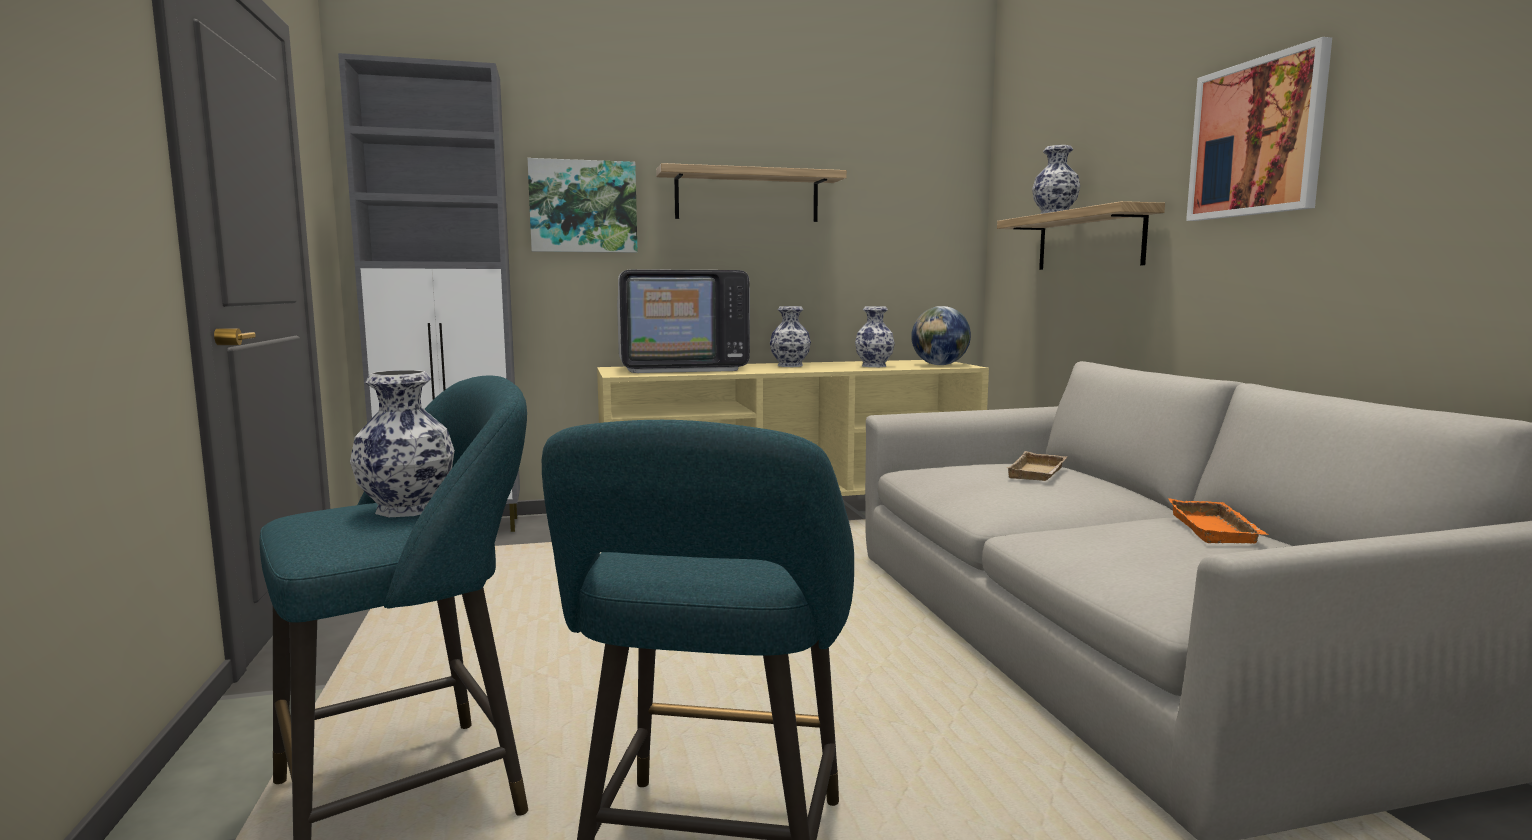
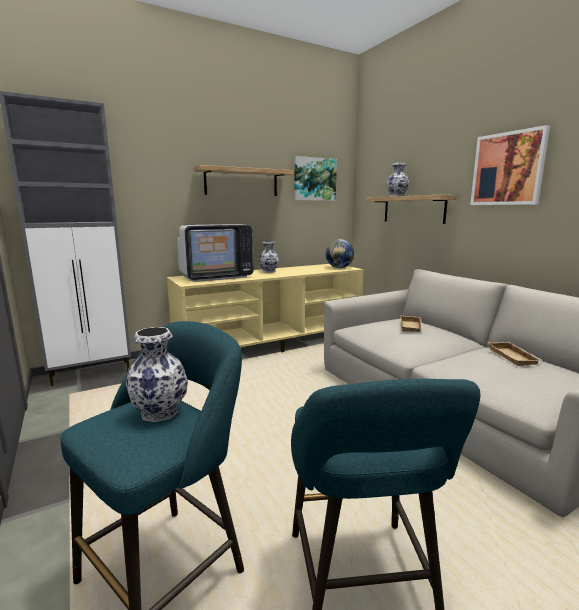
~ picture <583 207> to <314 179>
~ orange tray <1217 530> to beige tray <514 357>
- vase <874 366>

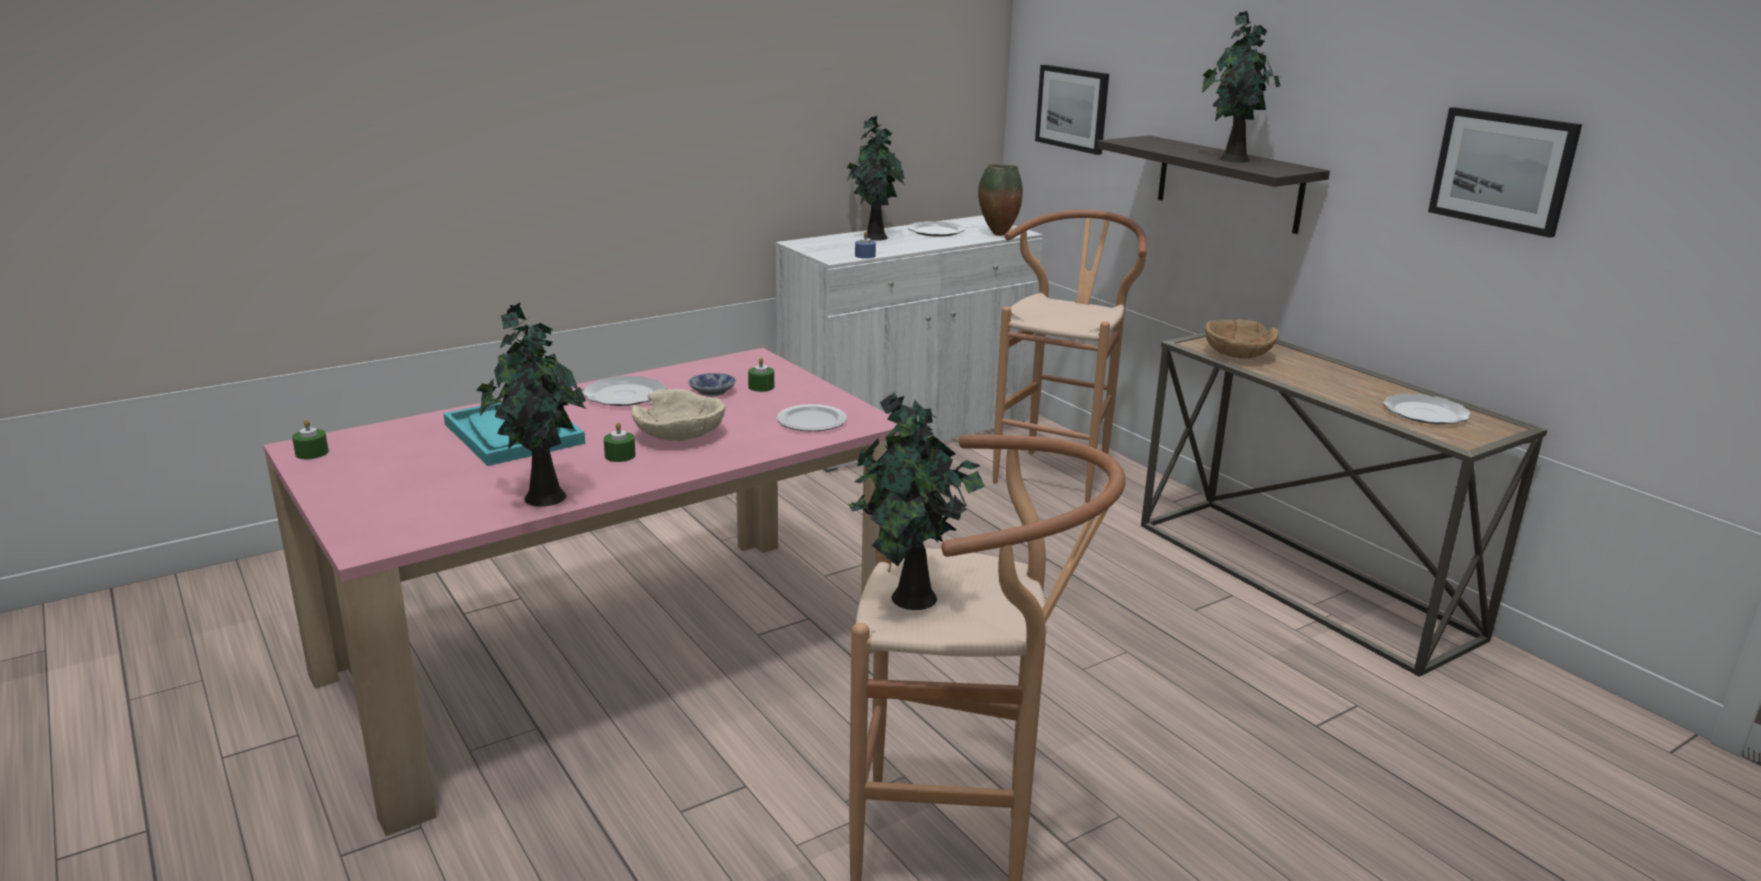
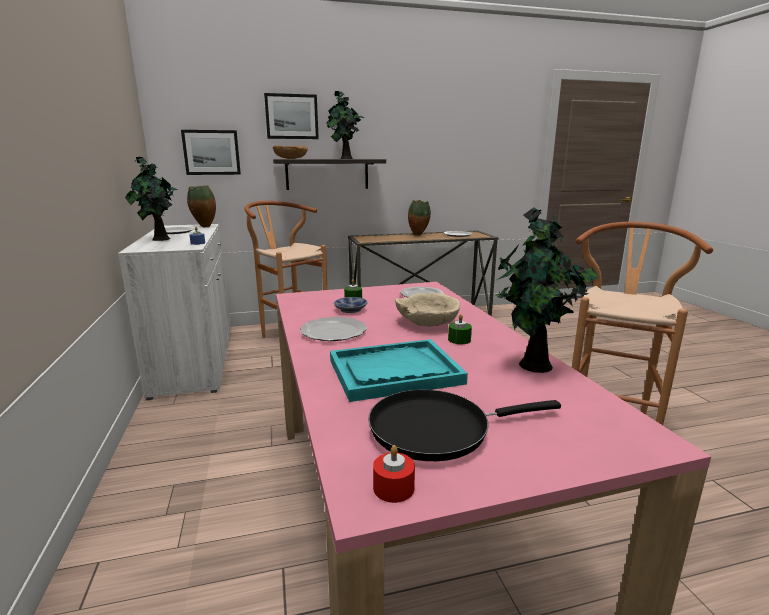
~ picture <1503 170> to <291 116>
~ brown bowl <1237 354> to <291 158>
+ black frying pan <437 429>
~ green candle <312 453> to red candle <393 488>
+ vase <418 235>
- potted plant <911 600>

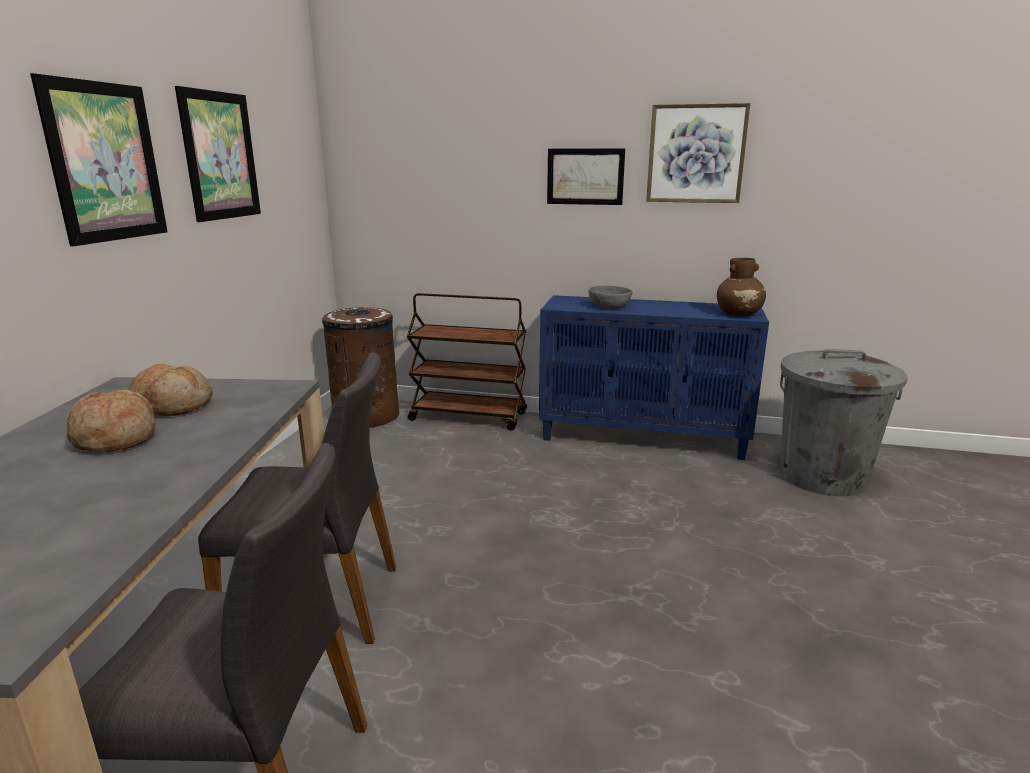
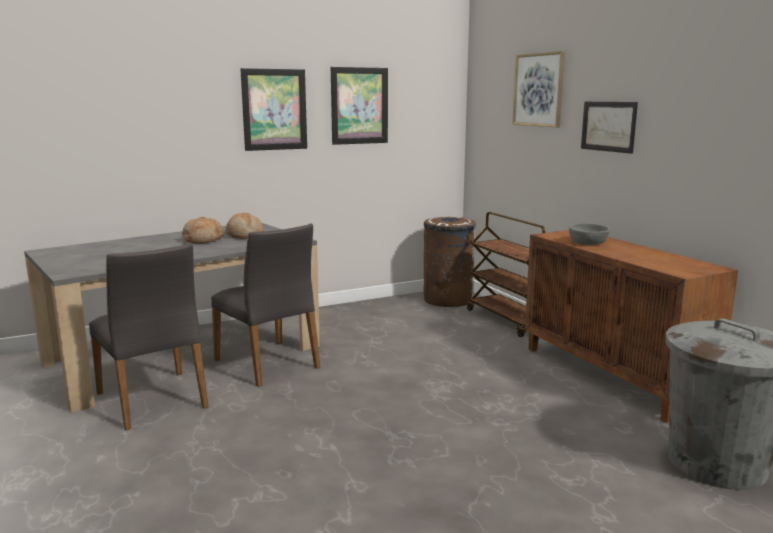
~ picture <696 154> to <538 90>
~ blue cabinet <643 437> to brown cabinet <612 376>
- brown vase <739 314>

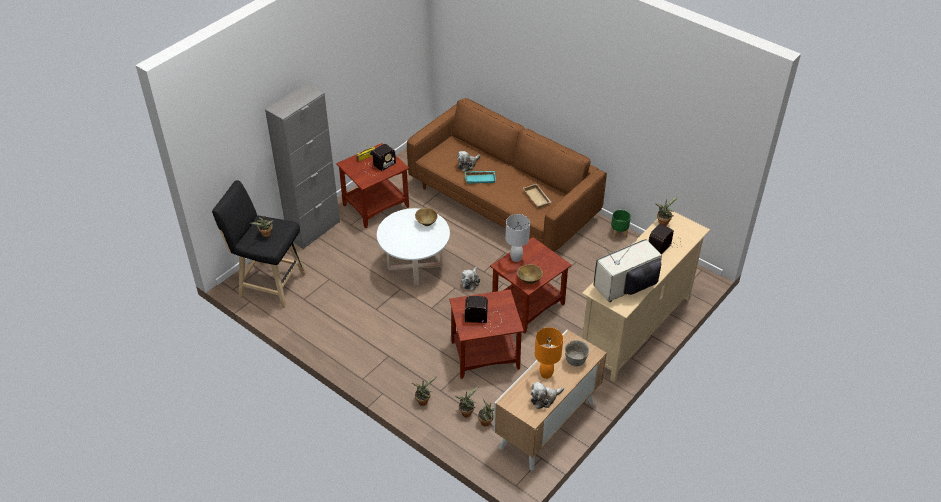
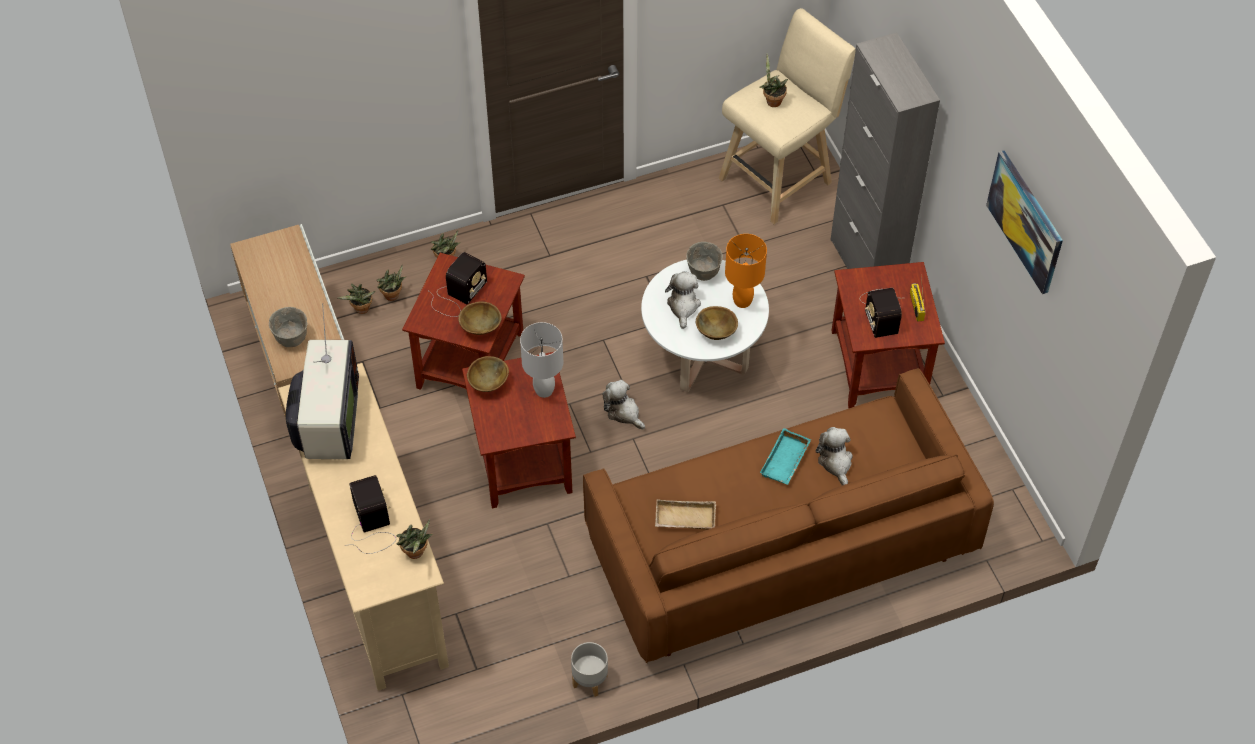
+ brown bowl <480 328>
~ green planter <619 233> to grey planter <589 681>
~ plush toy <544 398> to <683 306>
+ grey bowl <704 273>
~ black stool <269 284> to beige stool <780 178>
~ orange table lamp <546 374> to <742 301>
+ picture <1026 221>

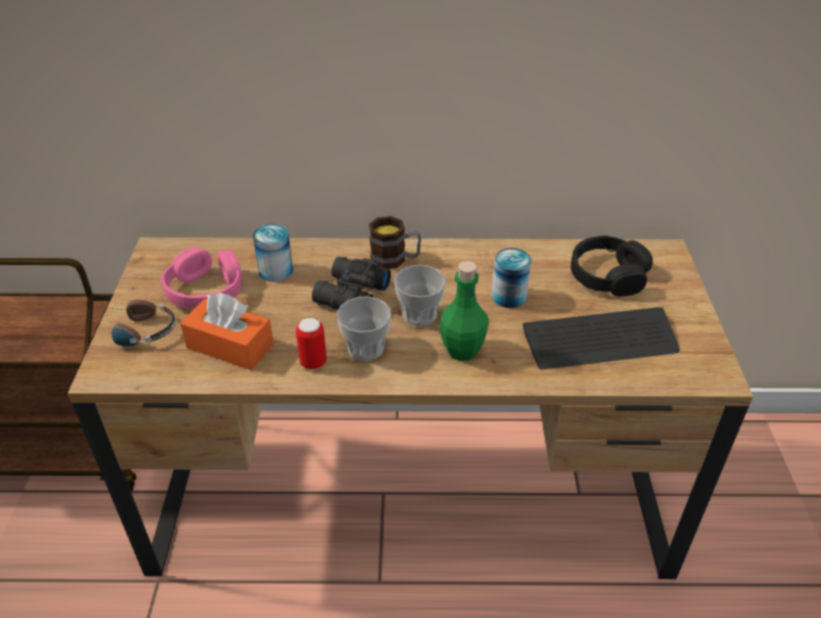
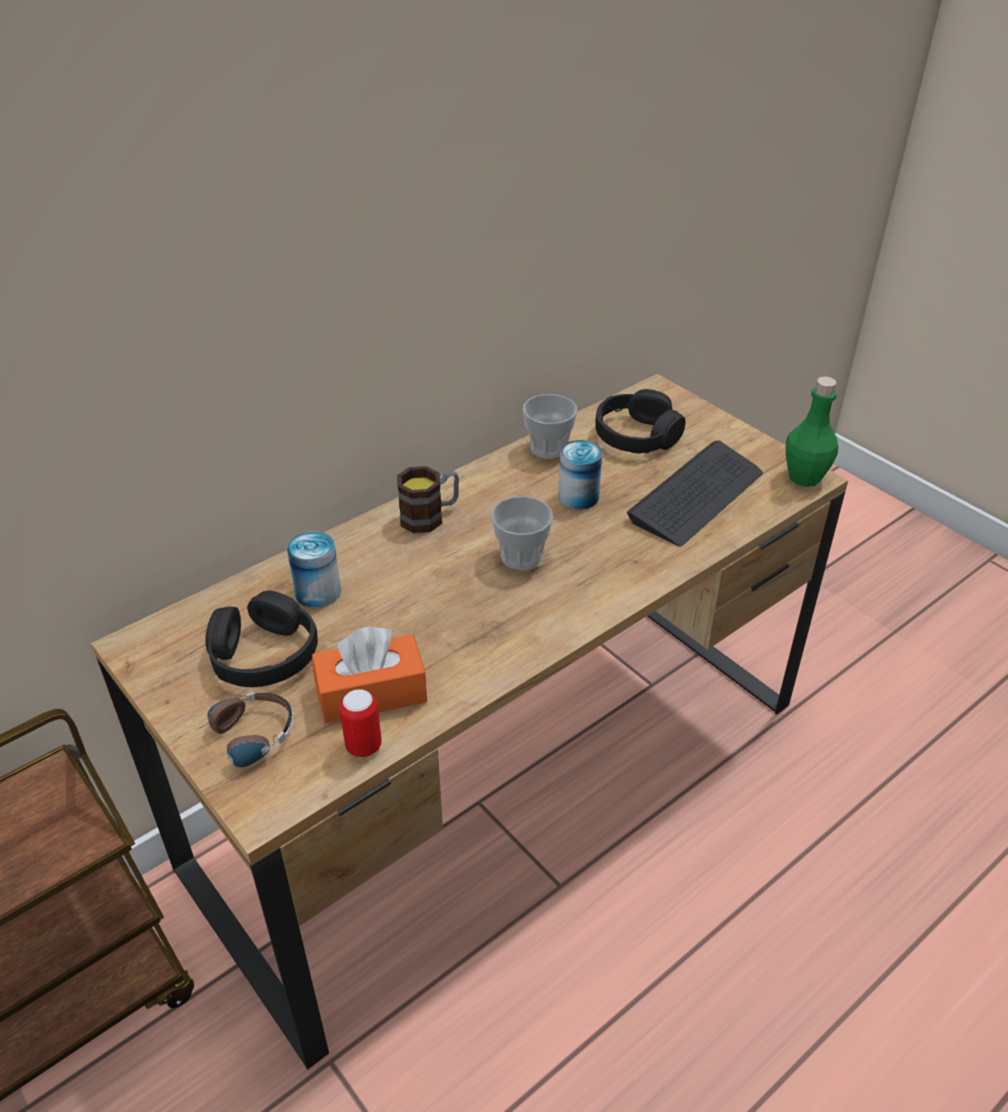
~ pink headphones <206 290> to black headphones <263 654>
~ can <313 362> to <363 746>
~ cup <365 348> to <548 448>
~ green bottle <462 350> to <804 477>
- black binoculars <350 295>

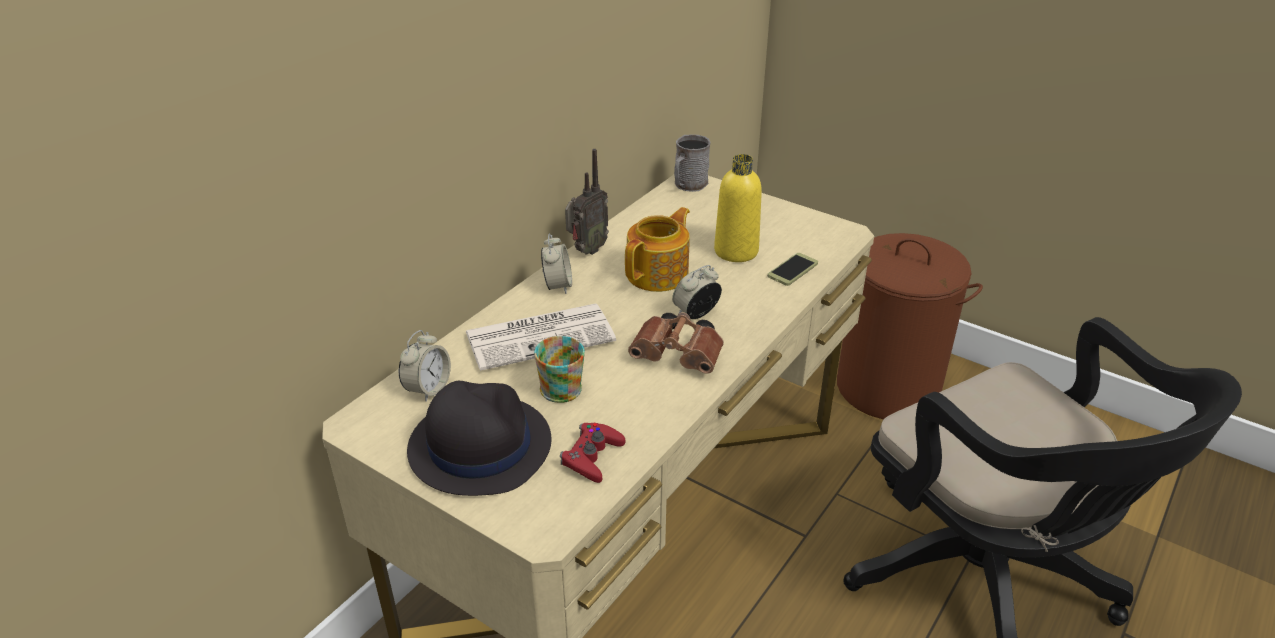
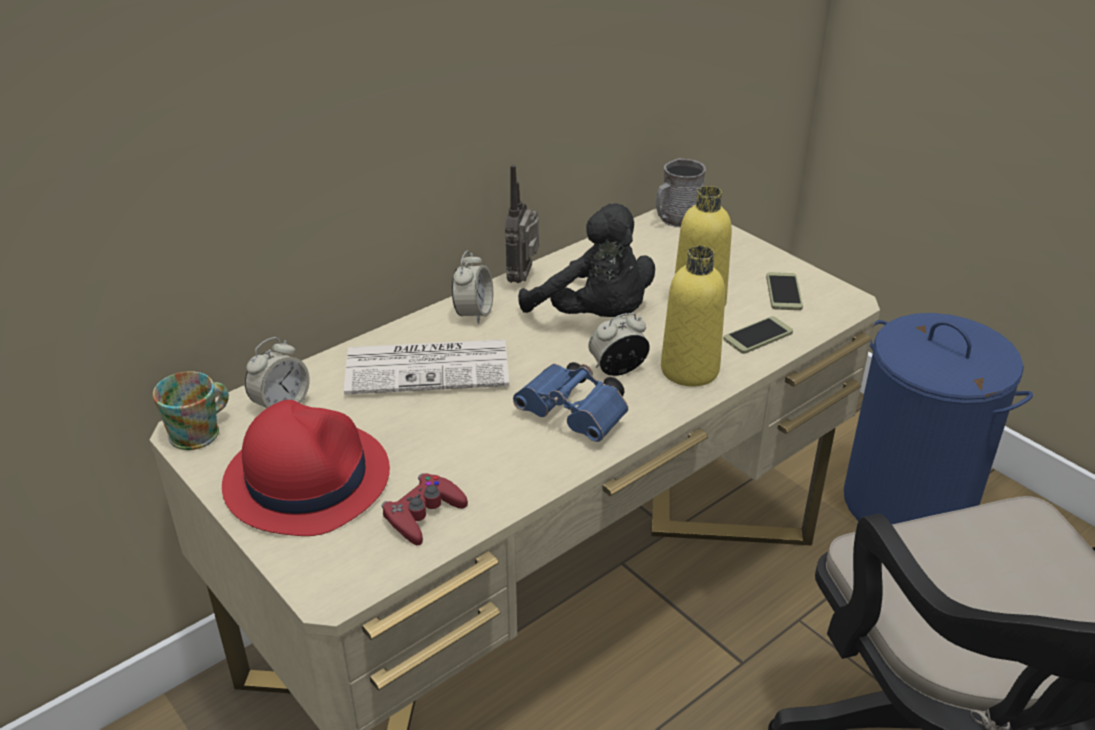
~ mug <565 386> to <201 431>
~ black hat <479 445> to red hat <306 477>
~ radio <586 250> = <524 278> 135 degrees clockwise
~ brown binoculars <680 357> to blue binoculars <576 417>
~ teapot <659 274> to black plush toy <595 317>
+ yellow bottle <689 370>
+ phone <784 292>
~ brown laundry basket <888 388> to blue laundry basket <909 504>

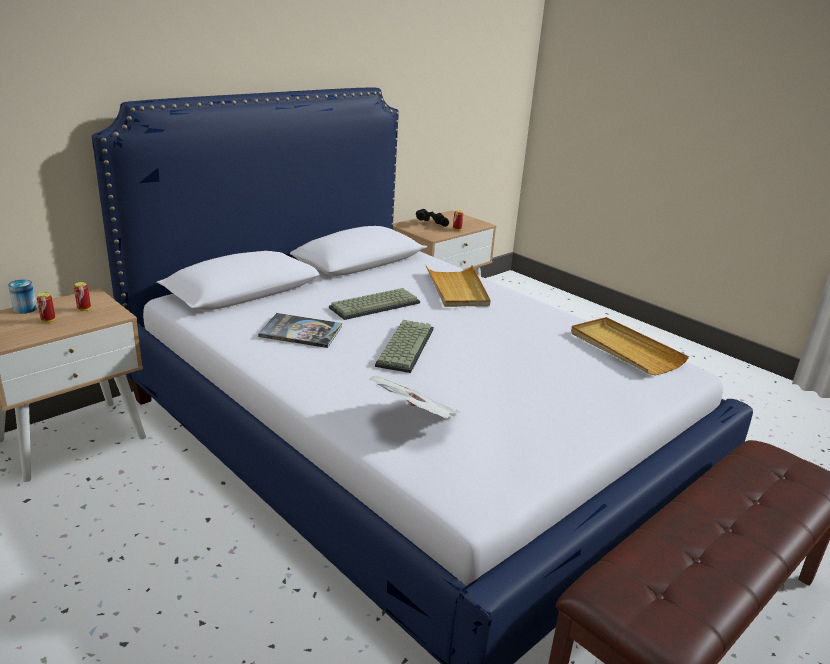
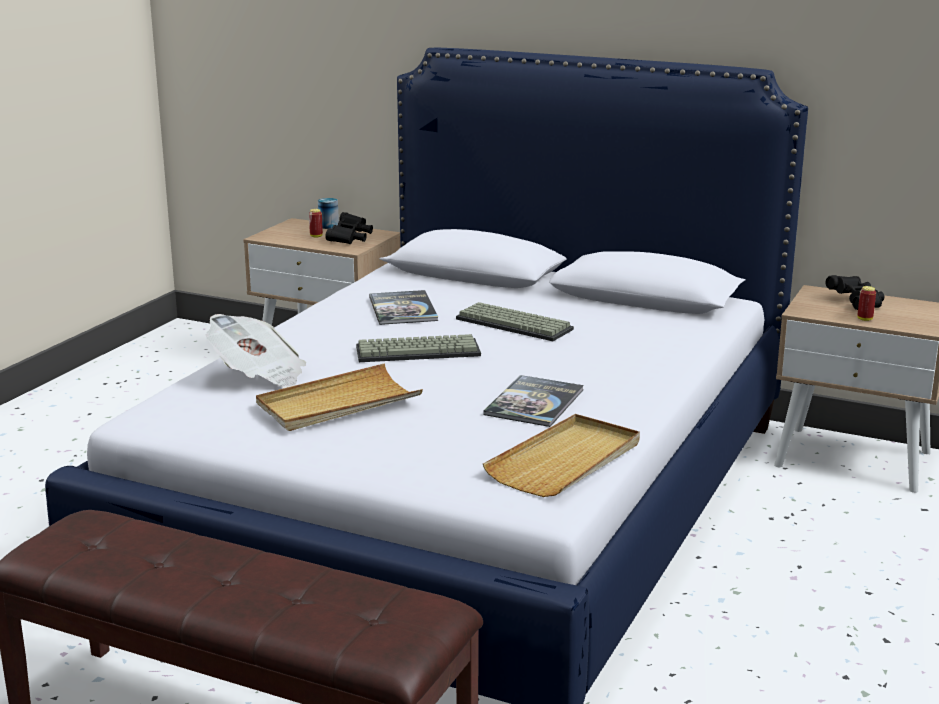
~ beige tray <457 289> to <338 403>
~ can <84 309> to black binoculars <350 239>
+ book <534 402>

